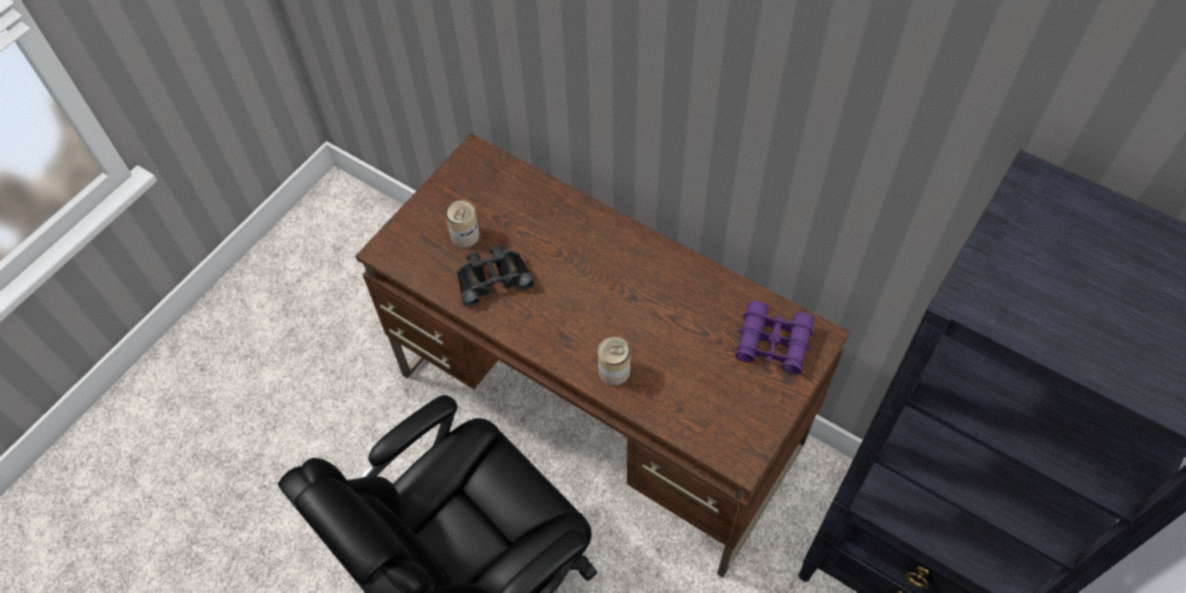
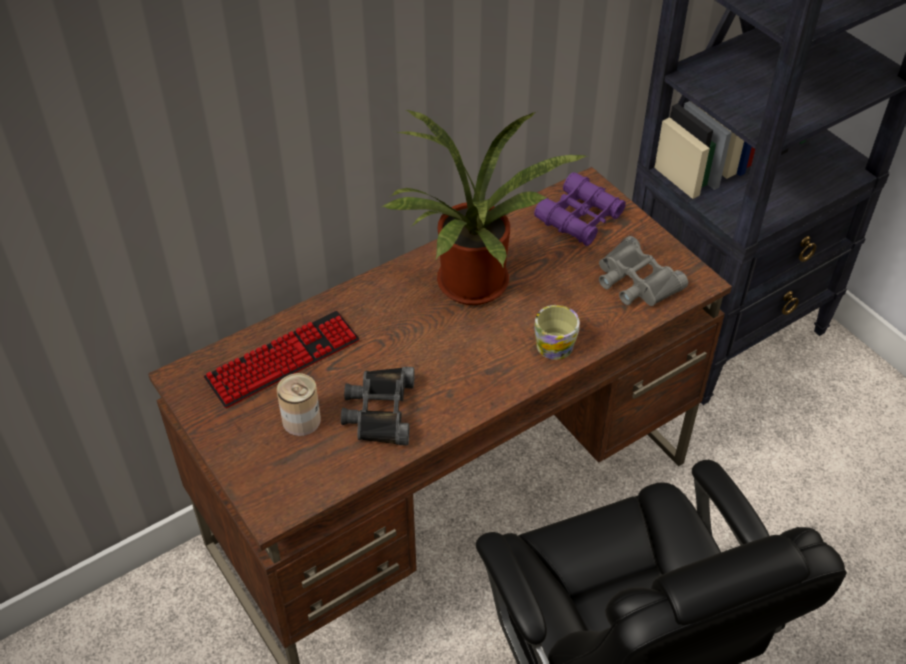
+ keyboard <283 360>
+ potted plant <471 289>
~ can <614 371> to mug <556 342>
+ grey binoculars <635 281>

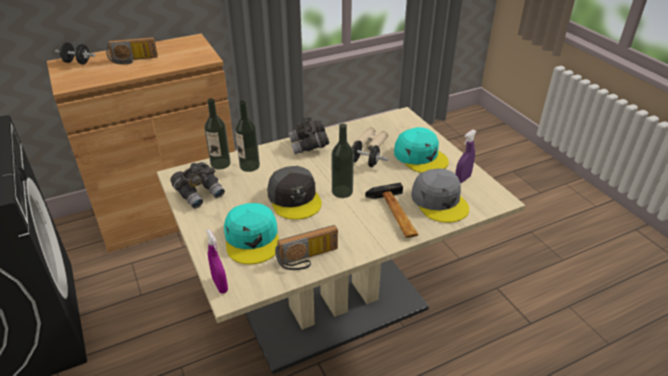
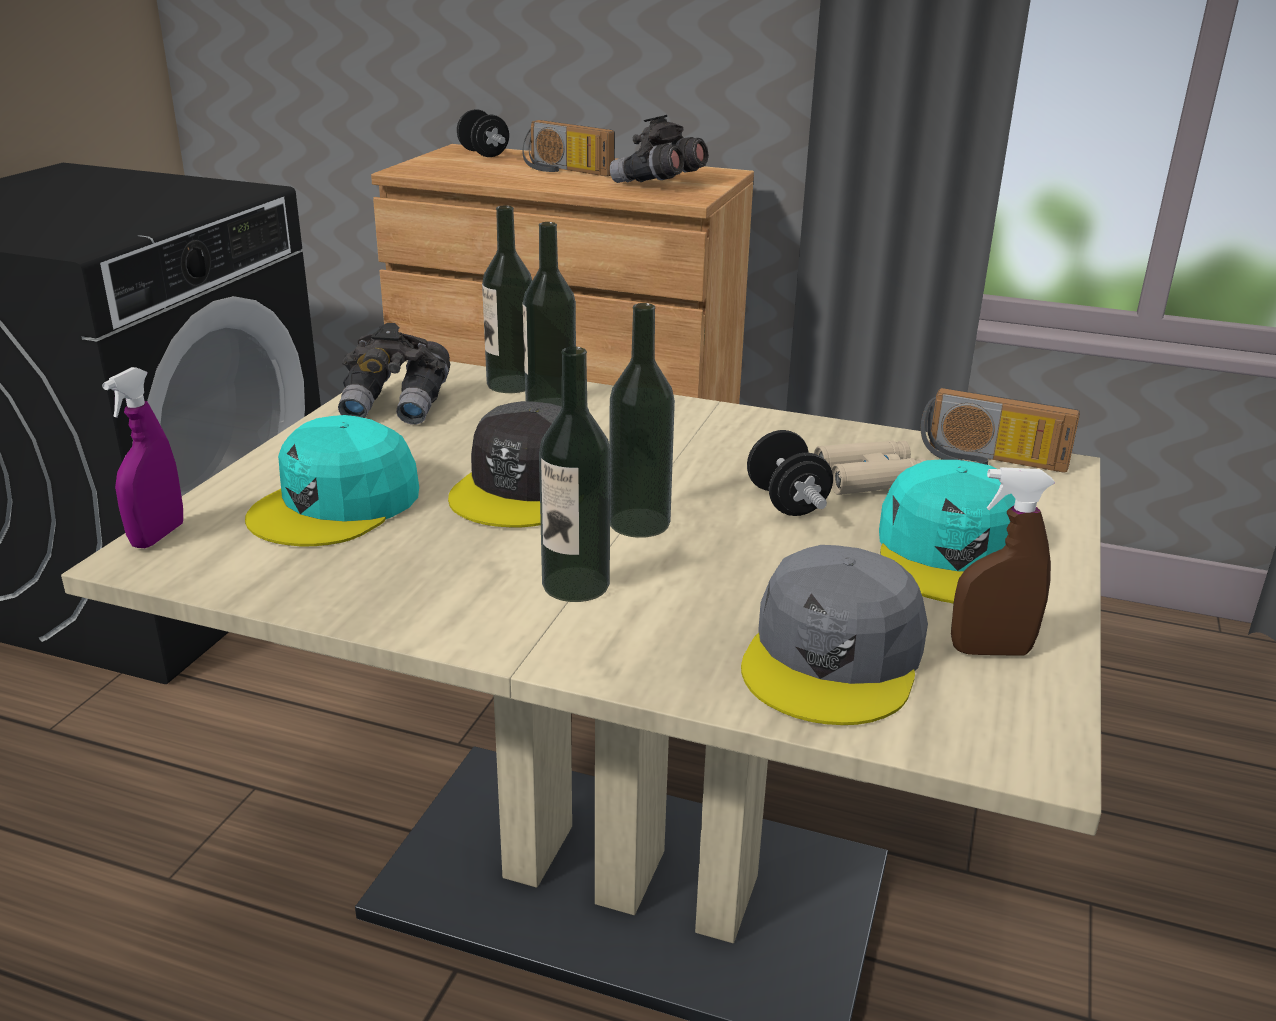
+ bottle <575 584>
~ grey binoculars <309 146> to <658 183>
~ radio <308 259> to <990 461>
~ purple spray bottle <462 179> to brown spray bottle <990 651>
- hammer <395 215>

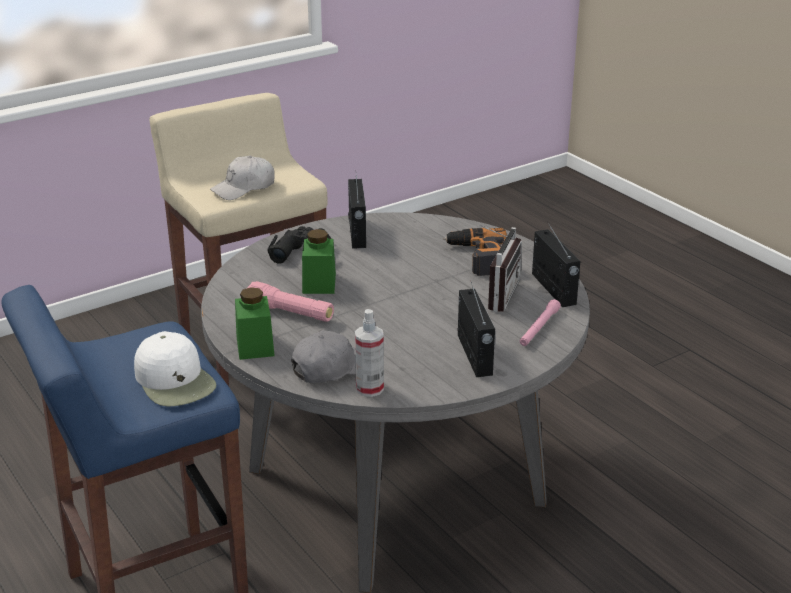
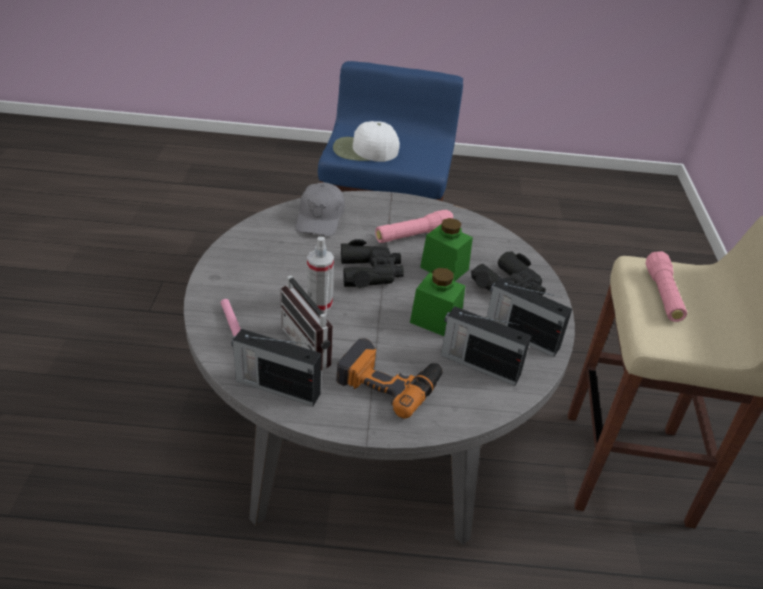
~ spray bottle <369 388> to <319 304>
+ black binoculars <370 272>
~ green jar <255 346> to <435 320>
~ radio <474 355> to <479 364>
~ white cap <244 188> to pink flashlight <663 295>

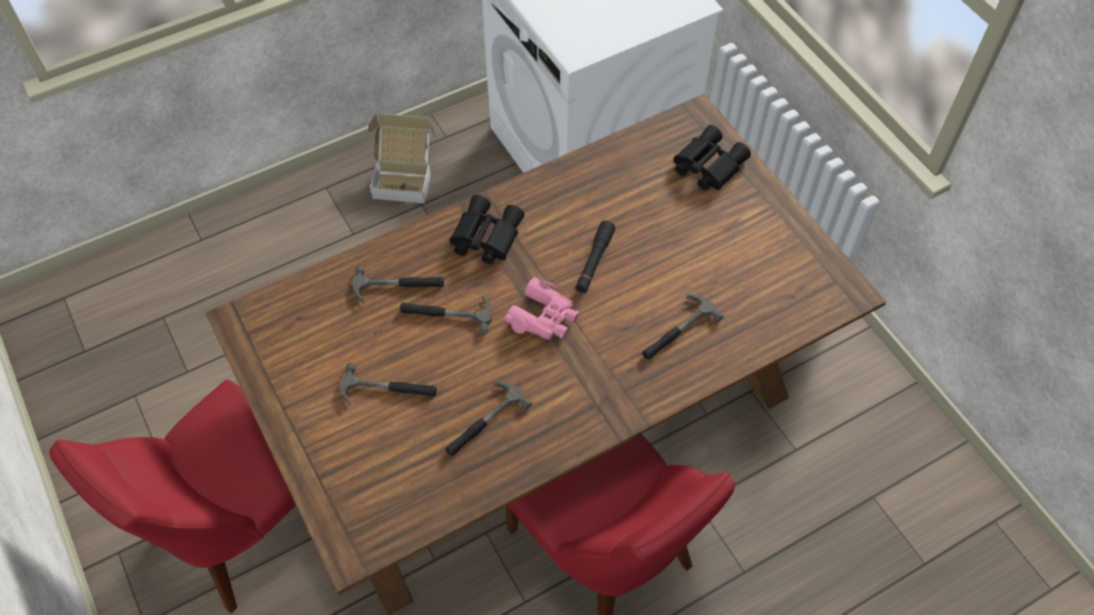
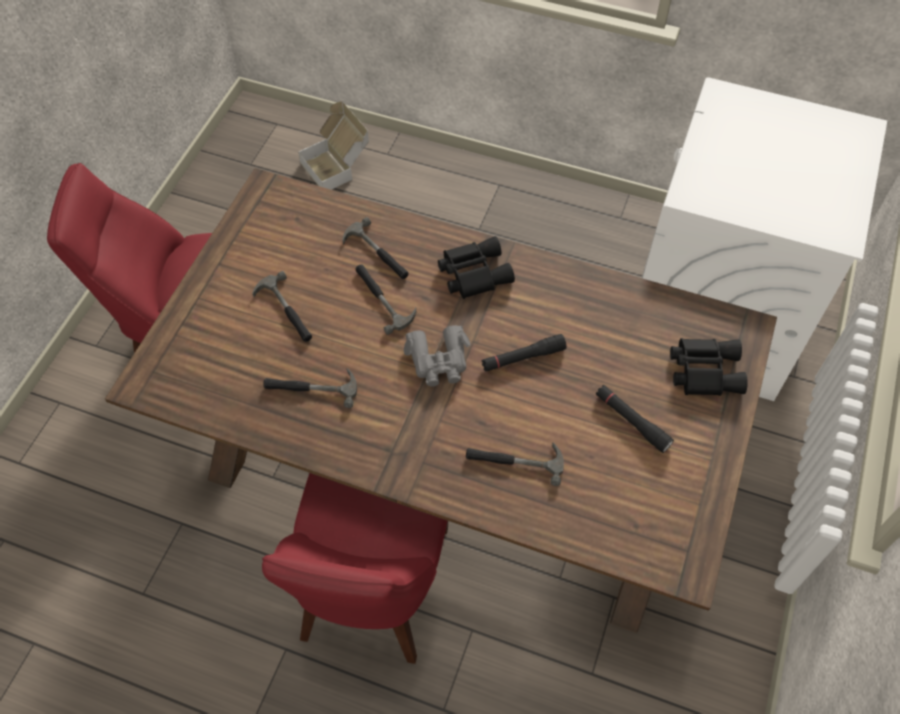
~ cardboard box <404 176> to <337 166>
~ pink binoculars <544 317> to grey binoculars <439 361>
+ black flashlight <631 421>

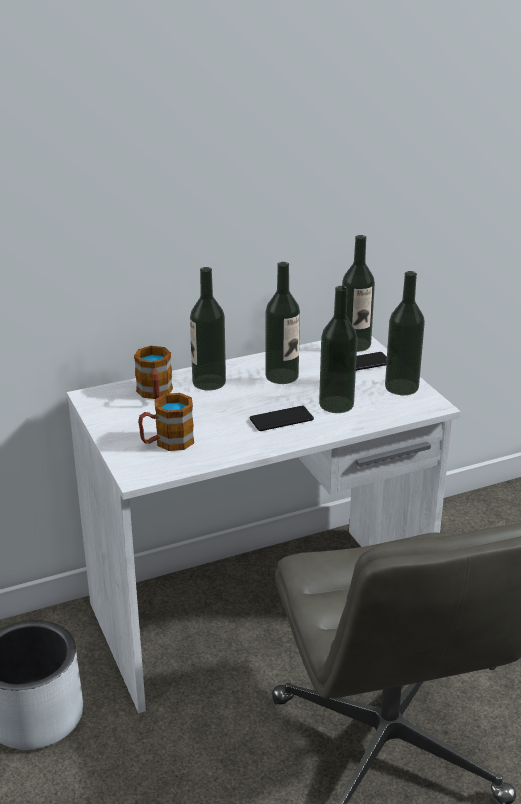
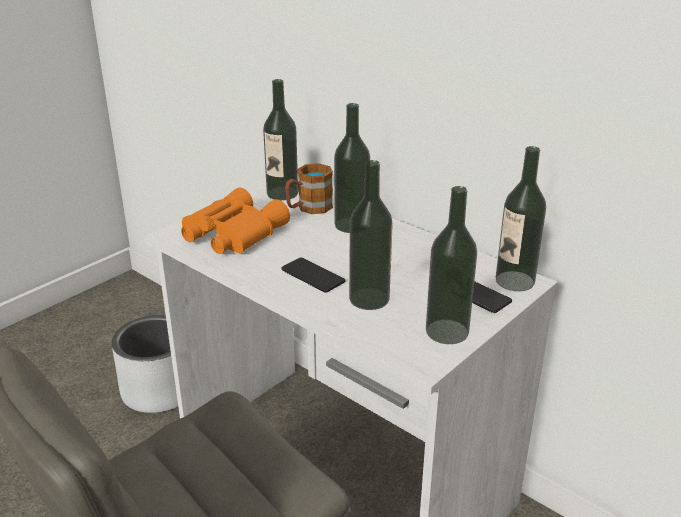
~ mug <167 442> to orange binoculars <231 233>
~ bottle <282 376> to <282 193>

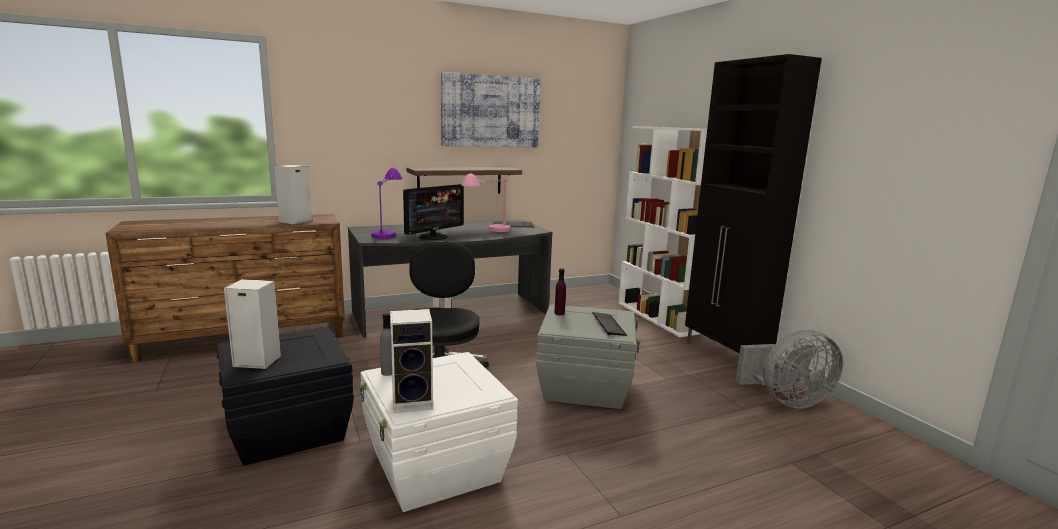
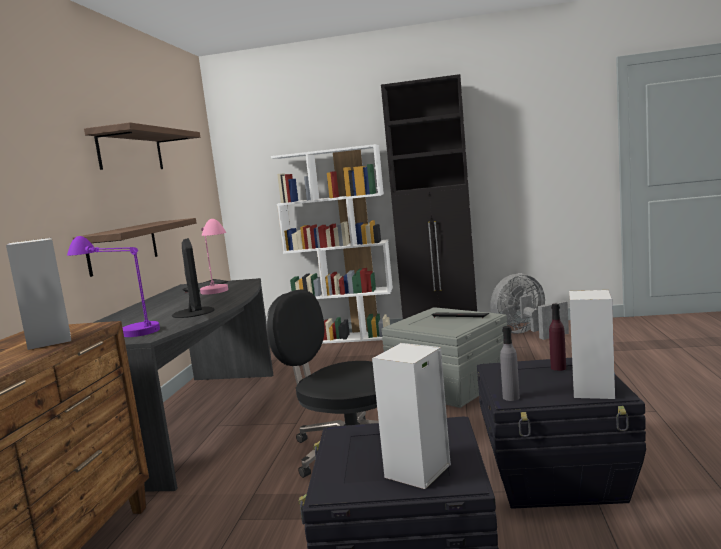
~ picture <490 111> to shelf <131 151>
~ white storage box <436 468> to black storage box <557 476>
~ grey fan <786 401> = <526 334> 135 degrees counterclockwise
~ purple bottle <559 313> to <558 368>

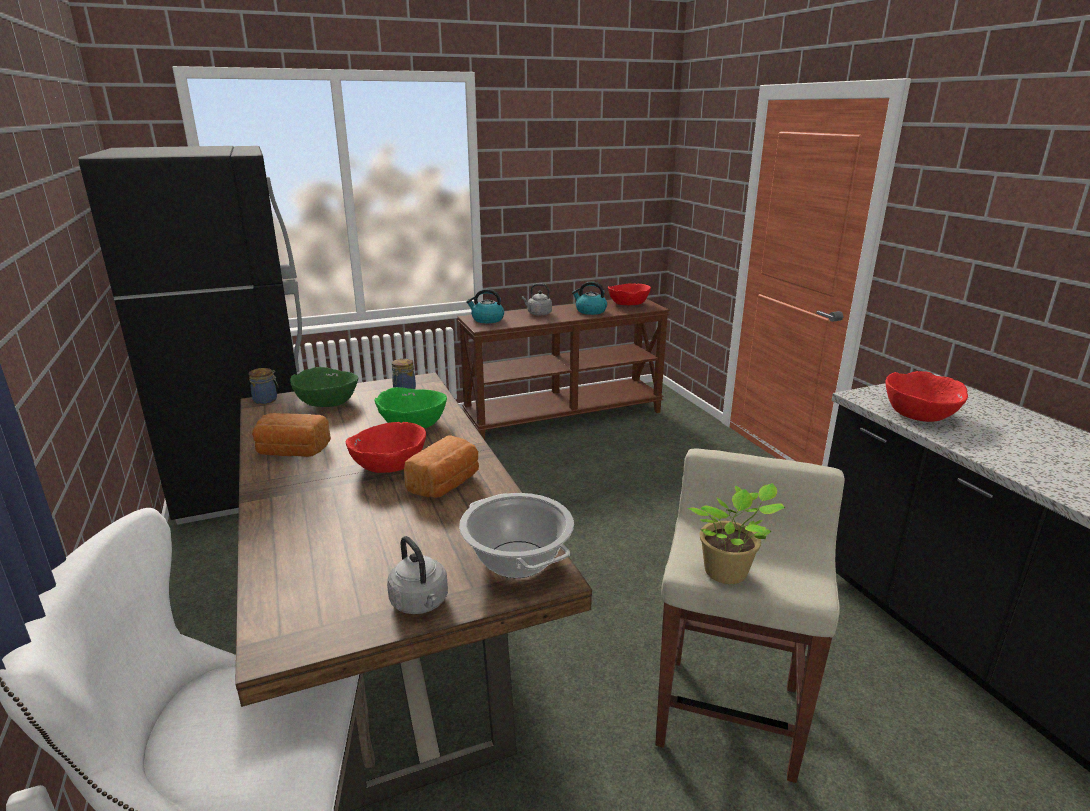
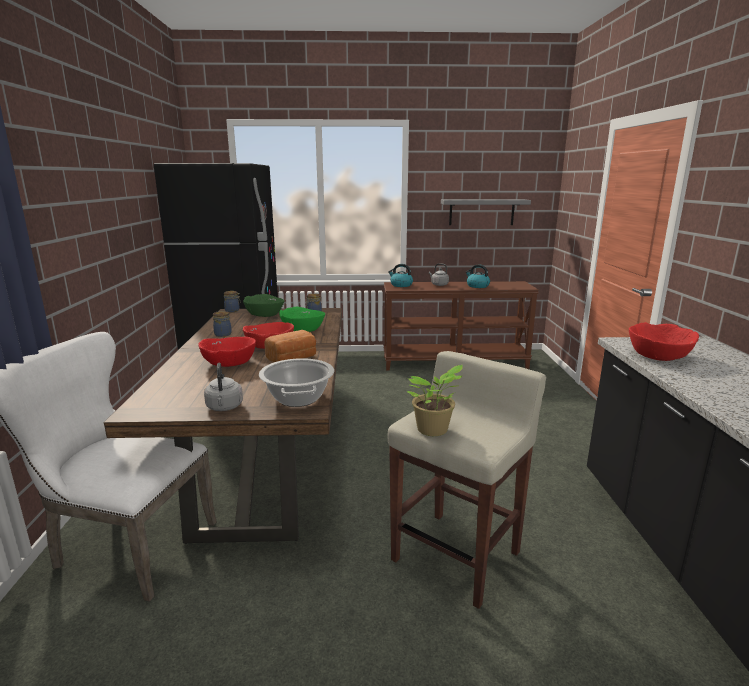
~ red bowl <628 304> to <229 363>
~ bread <292 452> to jar <223 334>
+ grey shelf <481 212>

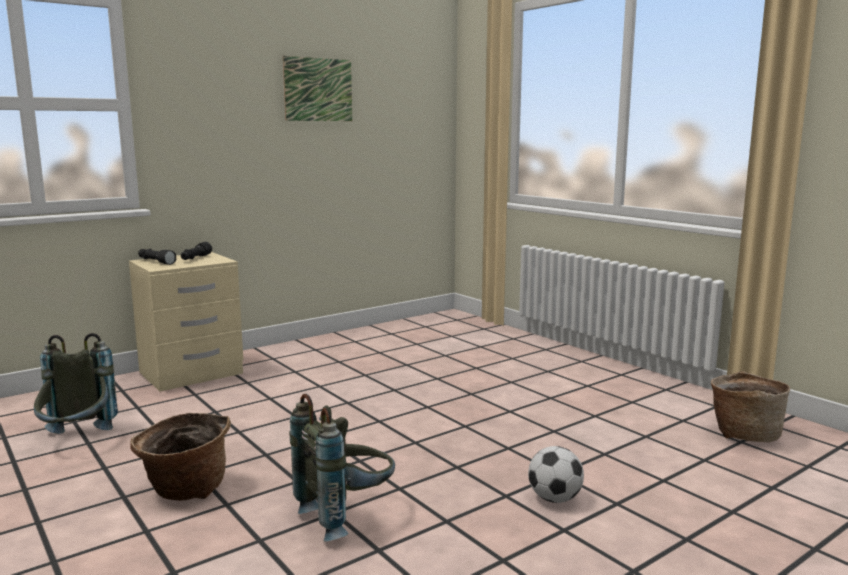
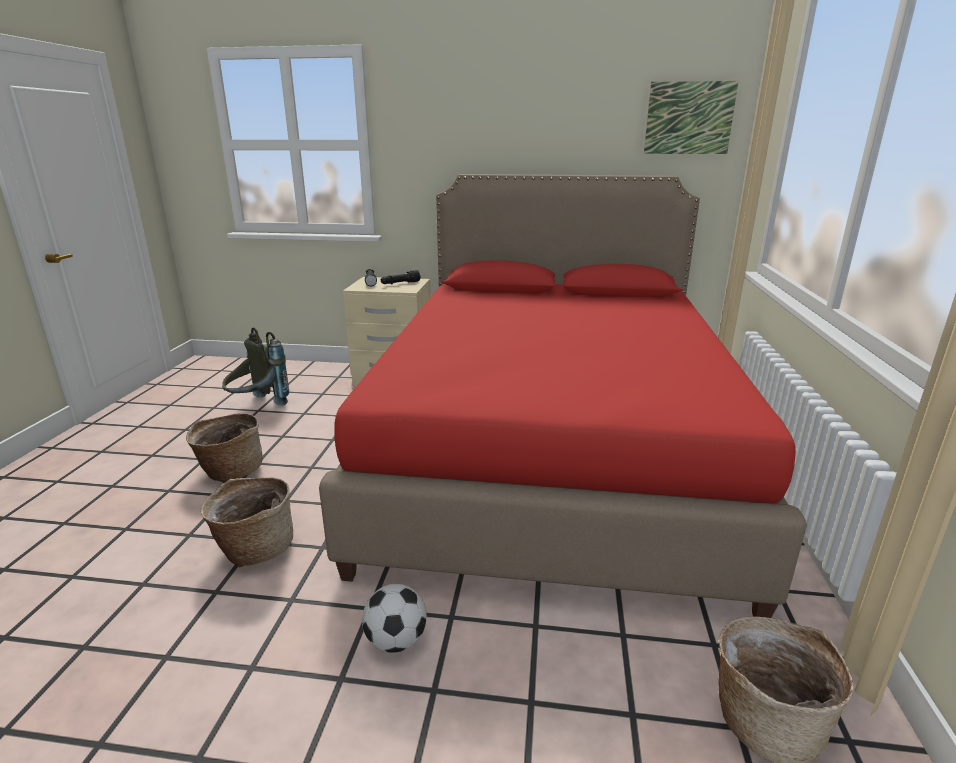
~ grey backpack <346 515> to basket <255 548>
+ red bed <550 453>
~ picture <318 89> to <689 118>

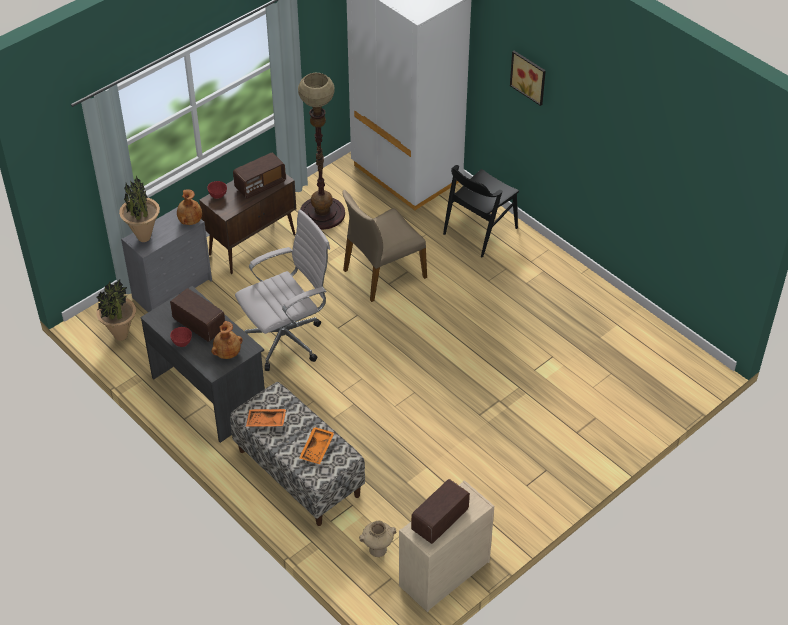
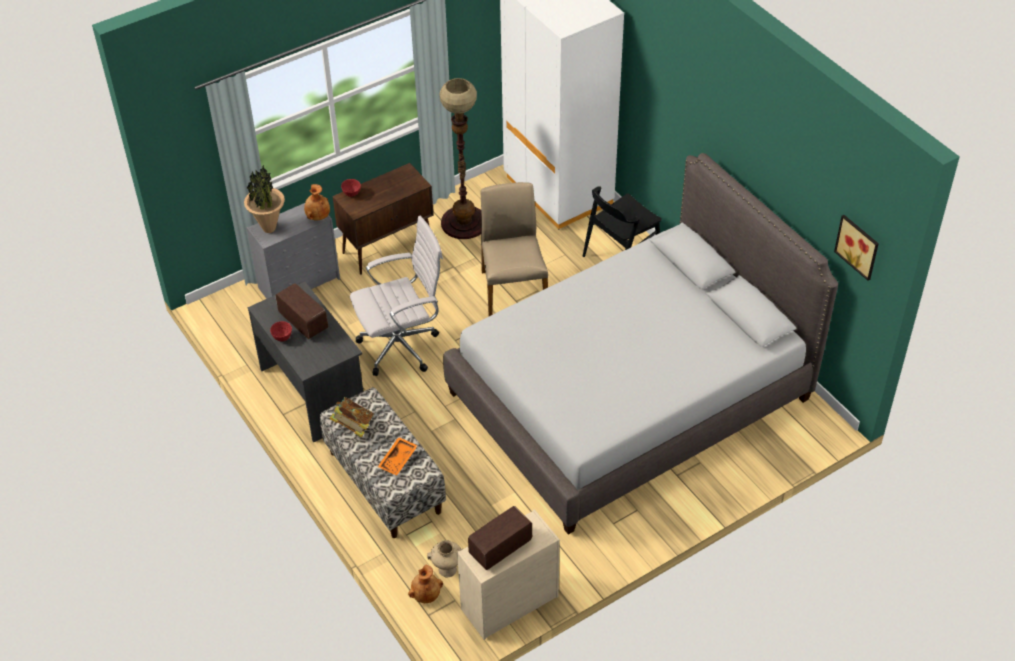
~ orange tray <266 422> to book <353 426>
~ brown vase <227 353> to <426 594>
+ grey bed <630 396>
~ beige chair <383 273> = <513 290> 105 degrees clockwise
~ picture <529 76> to <858 246>
- potted plant <121 336>
- radio <260 185>

